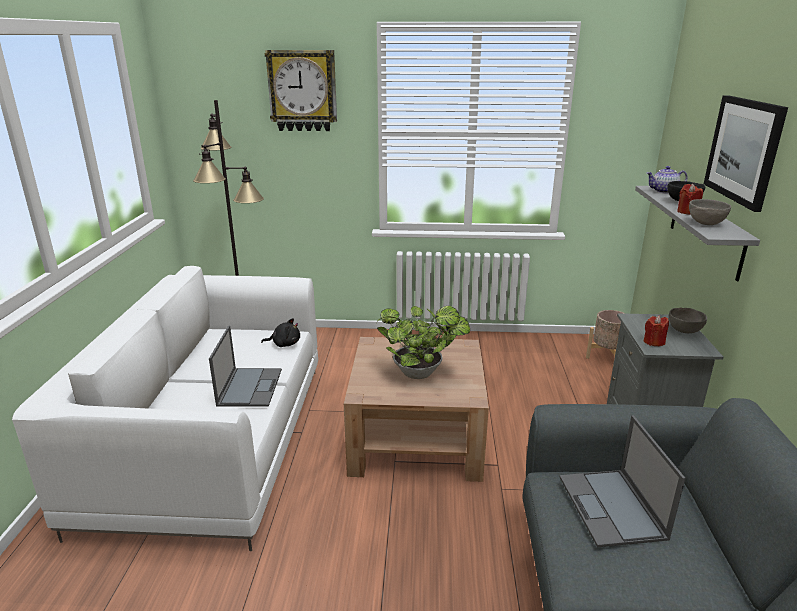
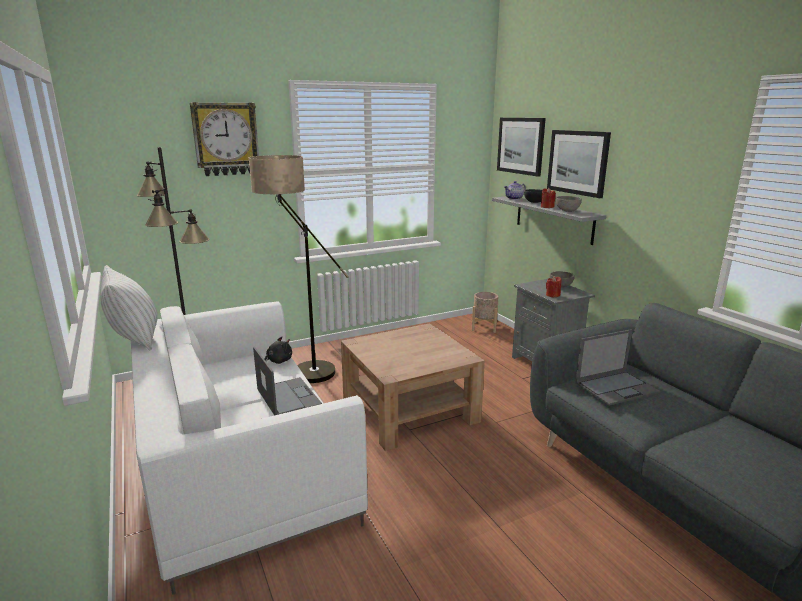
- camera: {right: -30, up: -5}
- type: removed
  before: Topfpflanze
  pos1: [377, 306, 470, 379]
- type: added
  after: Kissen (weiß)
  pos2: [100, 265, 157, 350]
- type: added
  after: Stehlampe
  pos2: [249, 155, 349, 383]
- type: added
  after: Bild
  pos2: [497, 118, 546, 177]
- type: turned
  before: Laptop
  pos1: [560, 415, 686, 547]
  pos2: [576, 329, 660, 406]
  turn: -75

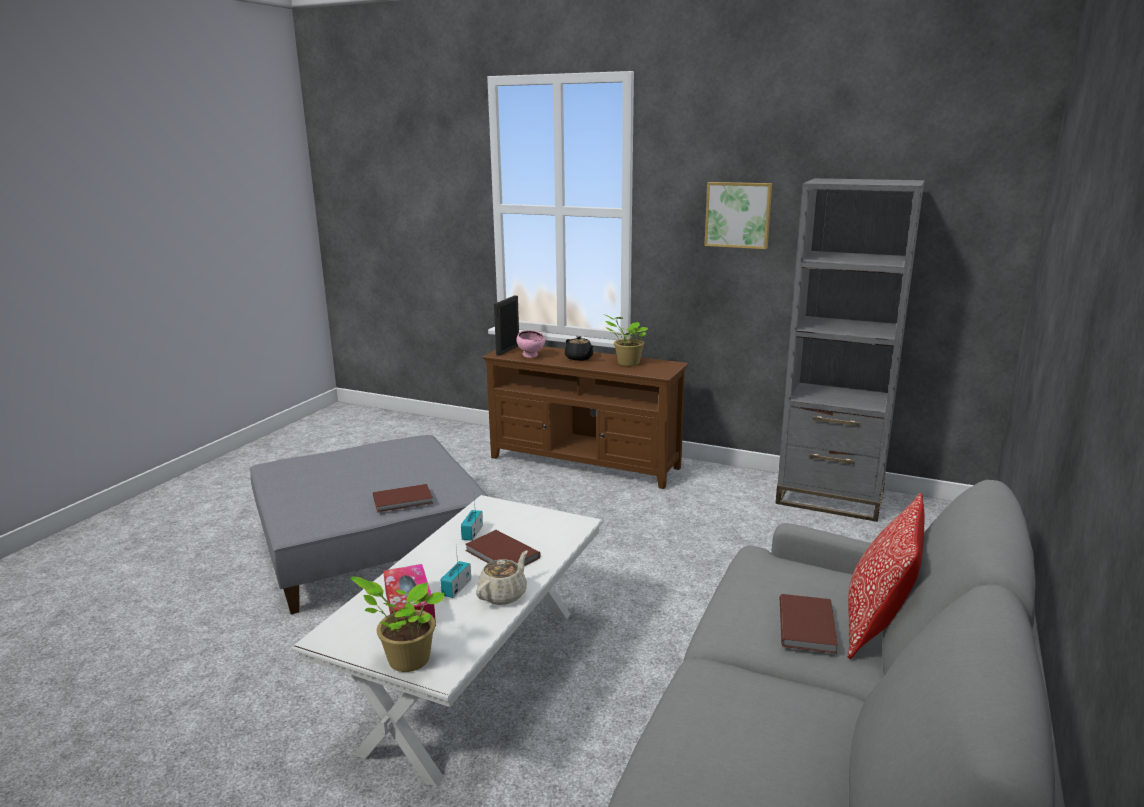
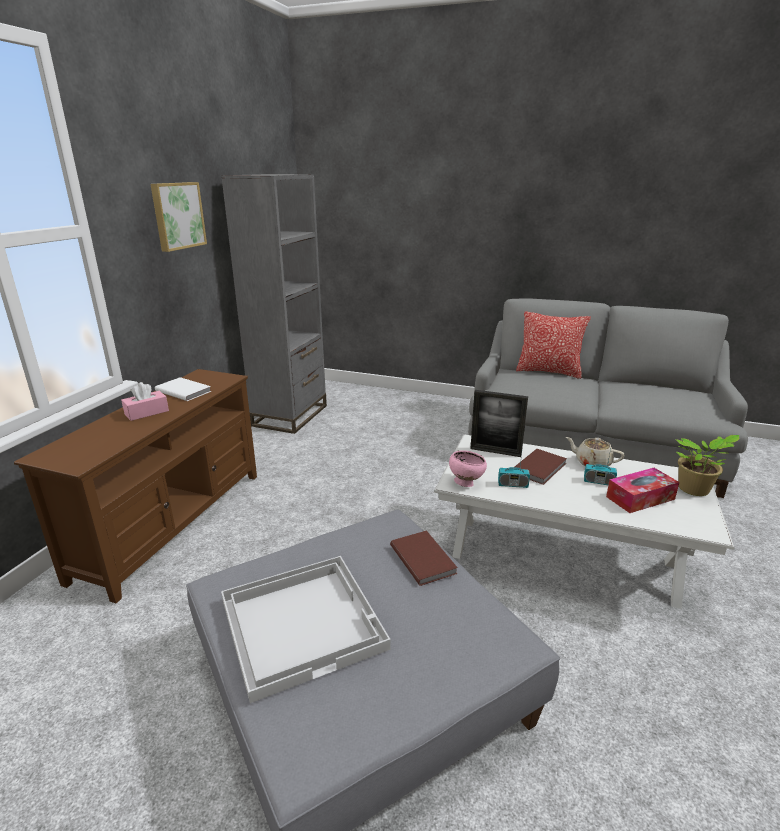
- camera: {right: -95, up: 5}
- type: removed
  before: Buch (braun)
  pos1: [780, 594, 838, 653]
- type: added
  after: Tablett (weiß)
  pos2: [221, 556, 391, 703]
- type: moved
  before: Bilderrahmen
  pos1: [494, 296, 519, 356]
  pos2: [470, 390, 528, 457]
- type: moved
  before: Schüssel (rosa)
  pos1: [517, 330, 545, 358]
  pos2: [449, 450, 487, 487]
- type: replaced
  before: Teekanne (schwarz)
  after: Taschentuchbox (rosa)
  pos1: [565, 336, 594, 361]
  pos2: [121, 382, 169, 421]
- type: replaced
  before: Topfpflanze
  after: Buch (weiß)
  pos1: [603, 314, 648, 366]
  pos2: [155, 377, 212, 401]

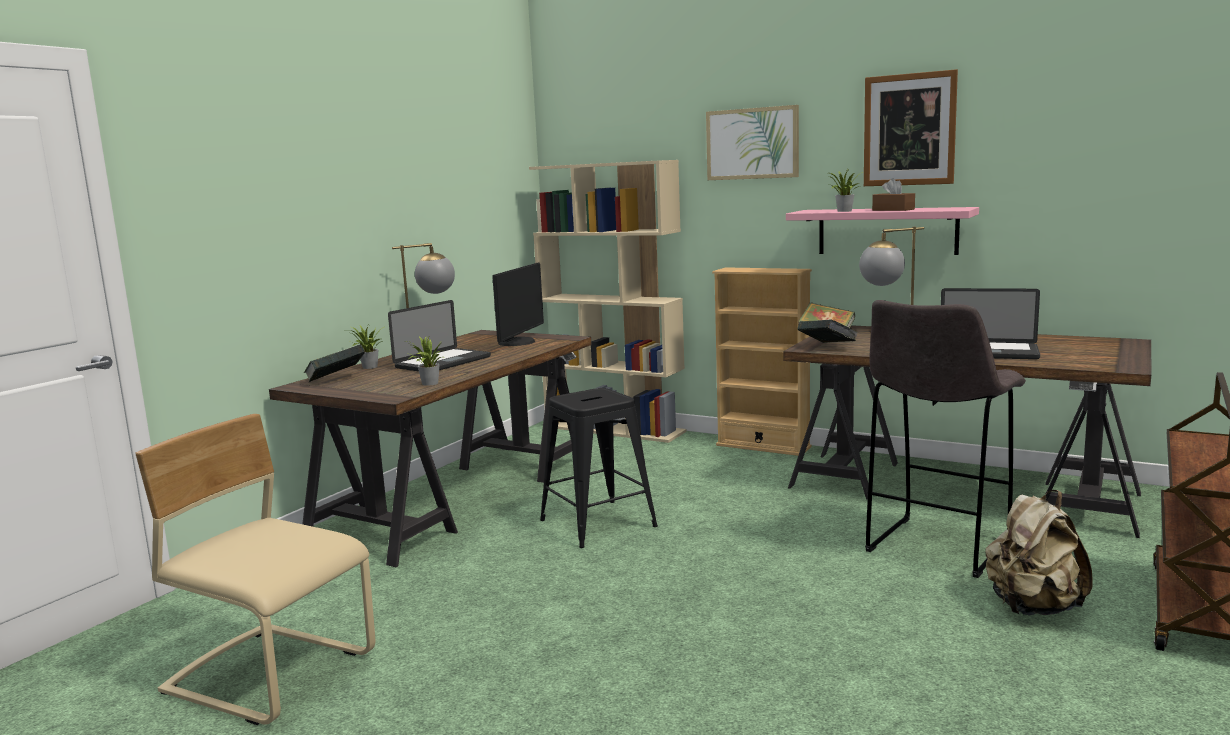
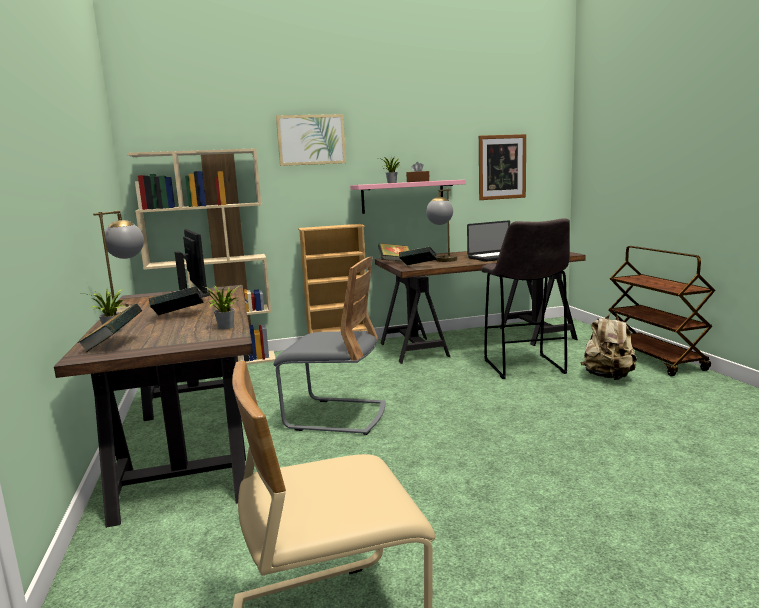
- camera: {right: -45, up: 0}
- type: moved
  before: Bild
  pos1: [864, 69, 958, 186]
  pos2: [479, 134, 526, 200]
- type: replaced
  before: Laptop
  after: Buch
  pos1: [388, 300, 491, 372]
  pos2: [148, 286, 203, 316]
- type: replaced
  before: Hocker (schwarz)
  after: Stuhl (grau)
  pos1: [540, 388, 658, 548]
  pos2: [273, 257, 386, 435]

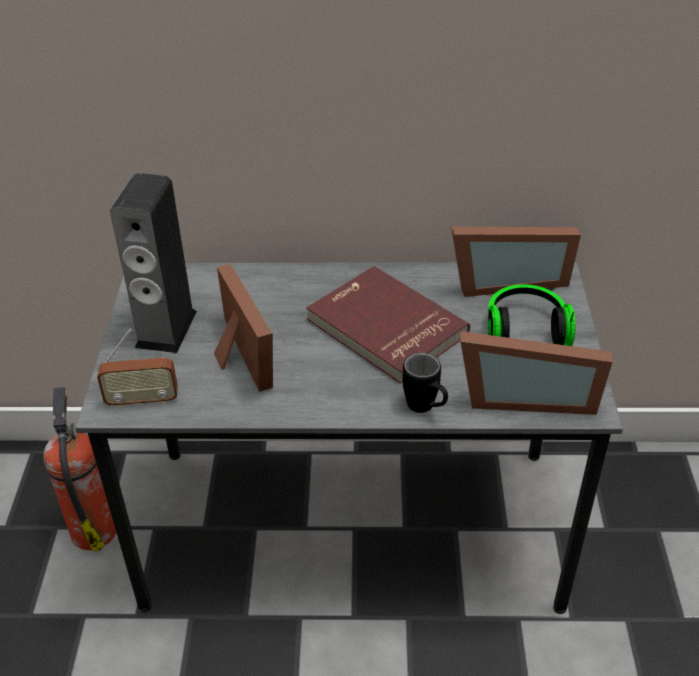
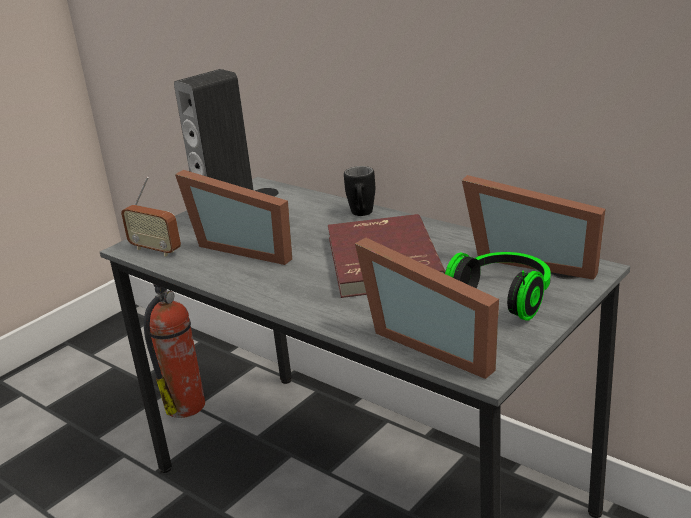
- camera: {right: 40, up: -15}
- type: moved
  before: Henkelbecher (schwarz)
  pos1: [402, 353, 448, 413]
  pos2: [344, 166, 375, 216]
- type: turned
  before: Bilderrahmen
  pos1: [214, 264, 273, 392]
  pos2: [175, 170, 292, 265]
  turn: 105

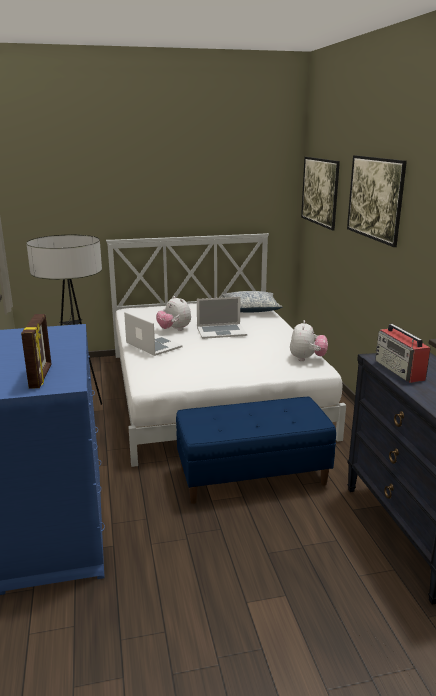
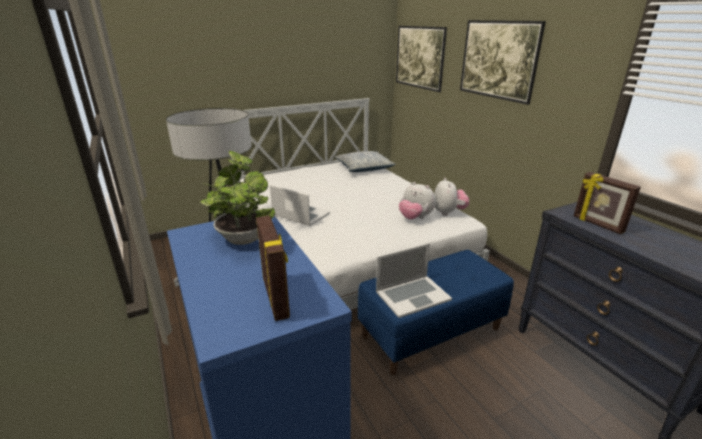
- camera: {right: -15, up: 5}
- type: added
  after: Topfpflanze
  pos2: [200, 151, 275, 245]
- type: moved
  before: Plüschtier
  pos1: [156, 296, 191, 331]
  pos2: [399, 182, 436, 220]
- type: moved
  before: Laptop
  pos1: [197, 297, 247, 339]
  pos2: [376, 243, 452, 318]
- type: replaced
  before: Radio
  after: Bilderrahmen
  pos1: [375, 324, 431, 383]
  pos2: [574, 172, 641, 234]

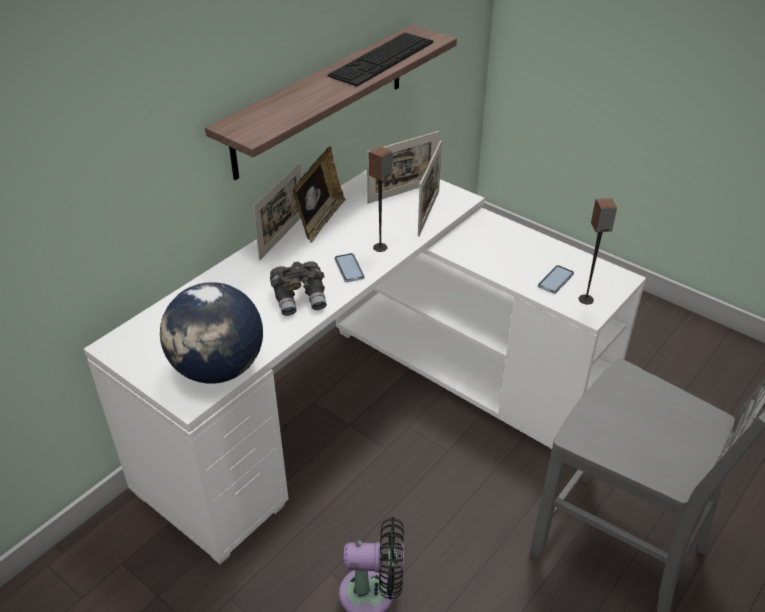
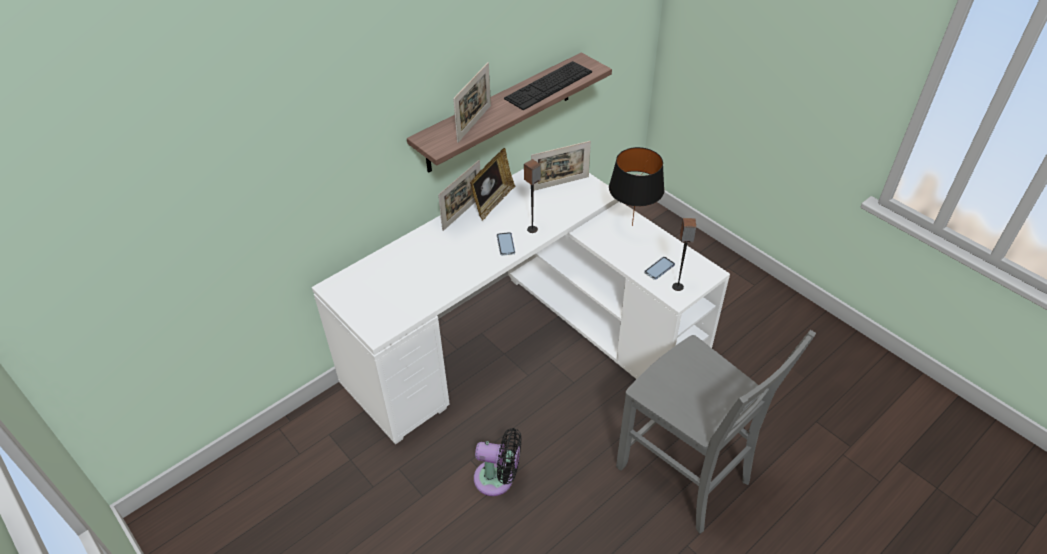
- camera: {right: 10, up: 5}
- type: removed
  before: Globus
  pos1: [160, 282, 263, 384]
- type: removed
  before: Fernglas (grau)
  pos1: [270, 261, 327, 316]
- type: added
  after: Tischlampe (schwarz)
  pos2: [609, 147, 664, 226]
- type: moved
  before: Bilderrahmen
  pos1: [418, 140, 442, 237]
  pos2: [453, 62, 491, 143]

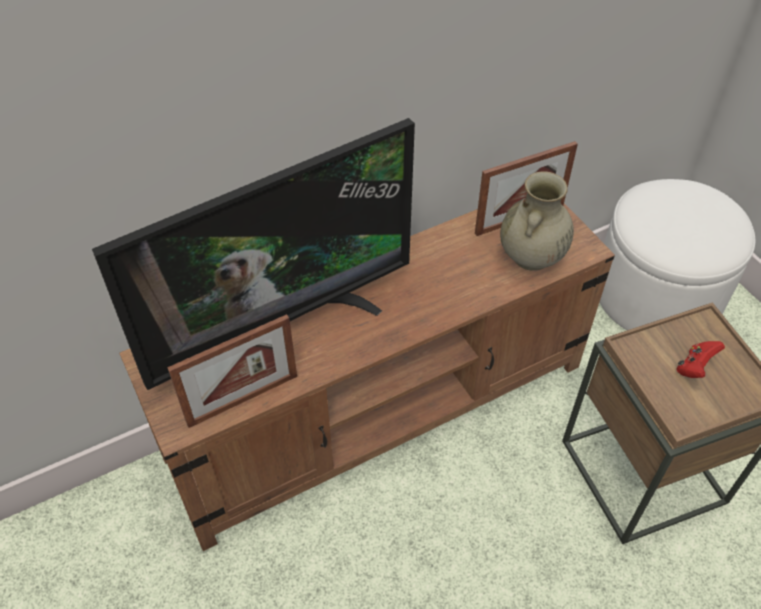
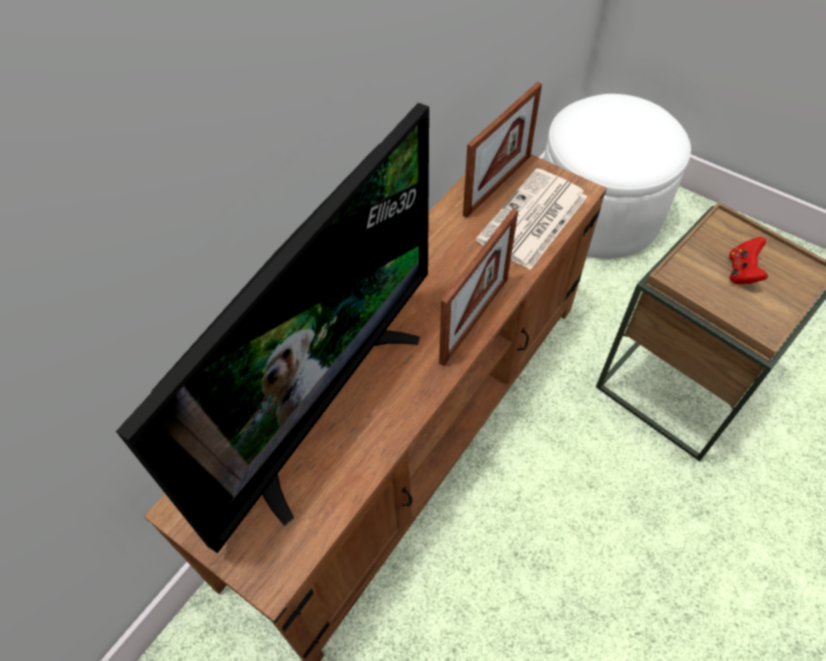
- camera: {right: -25, up: 5}
- type: moved
  before: Bilderrahmen
  pos1: [167, 314, 297, 428]
  pos2: [439, 209, 518, 366]
- type: replaced
  before: Vase (beige)
  after: Zeitung
  pos1: [500, 171, 574, 271]
  pos2: [476, 168, 588, 270]

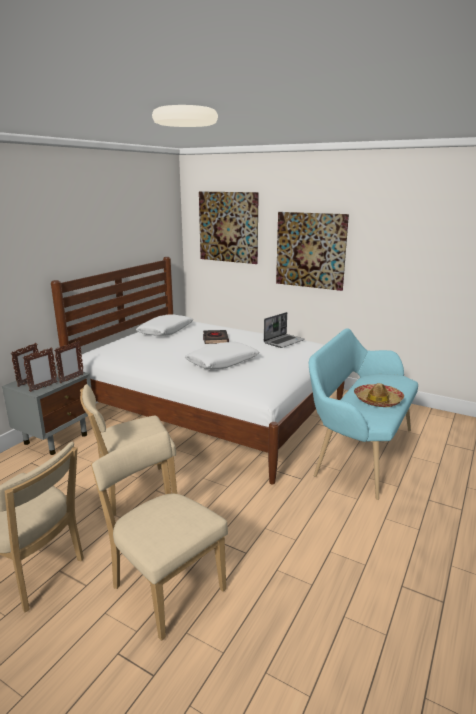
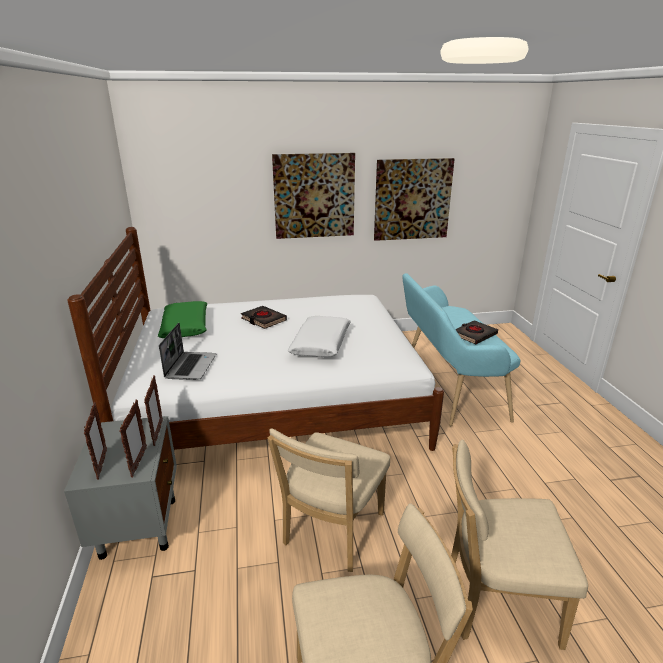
- camera: {right: -40, up: 5}
- type: moved
  before: Bild
  pos1: [199, 192, 259, 264]
  pos2: [374, 158, 455, 241]
- type: moved
  before: Laptop
  pos1: [264, 312, 305, 348]
  pos2: [159, 323, 216, 380]
- type: replaced
  before: Hut
  after: Buch (schwarz)
  pos1: [354, 383, 404, 407]
  pos2: [455, 320, 498, 344]
- type: recoloured
  before: Kissen (weiß)
  after: Kissen (grün)
  pos1: [136, 314, 194, 336]
  pos2: [158, 301, 207, 338]

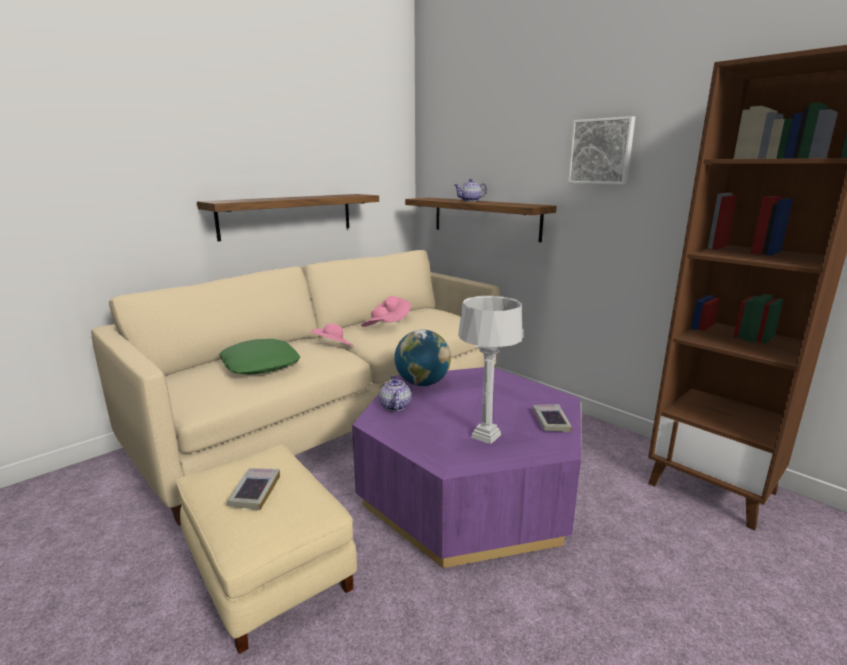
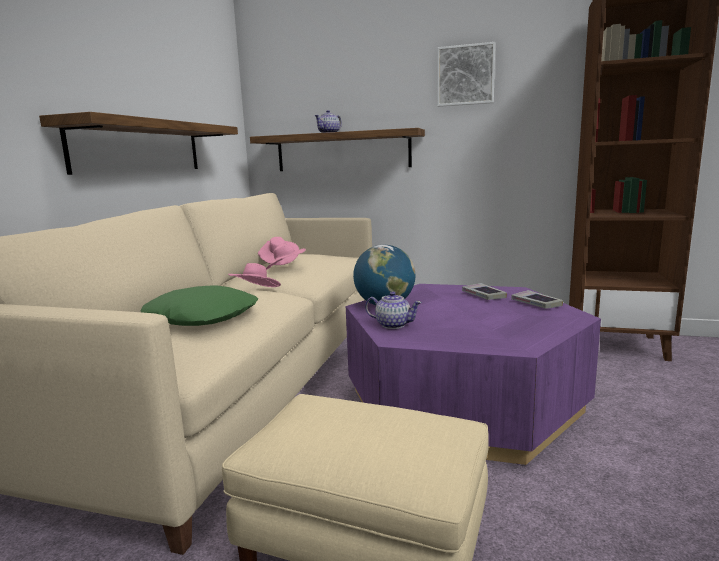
- camera: {right: -30, up: -5}
- type: removed
  before: Tischlampe (grau)
  pos1: [458, 296, 523, 444]
- type: moved
  before: Buch
  pos1: [227, 468, 280, 510]
  pos2: [462, 283, 507, 300]
- type: turned
  before: Teekanne
  pos1: [379, 375, 411, 411]
  pos2: [365, 292, 422, 329]
  turn: 150

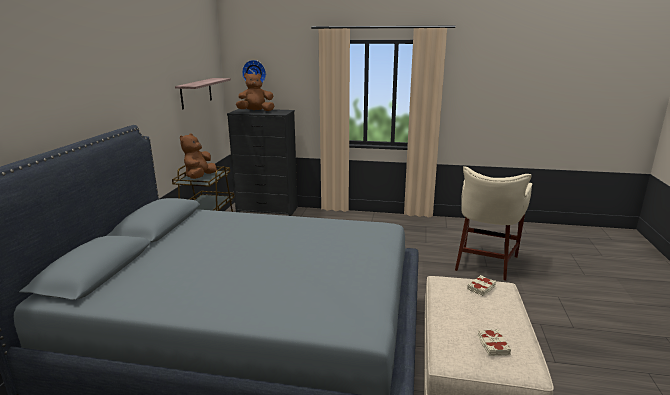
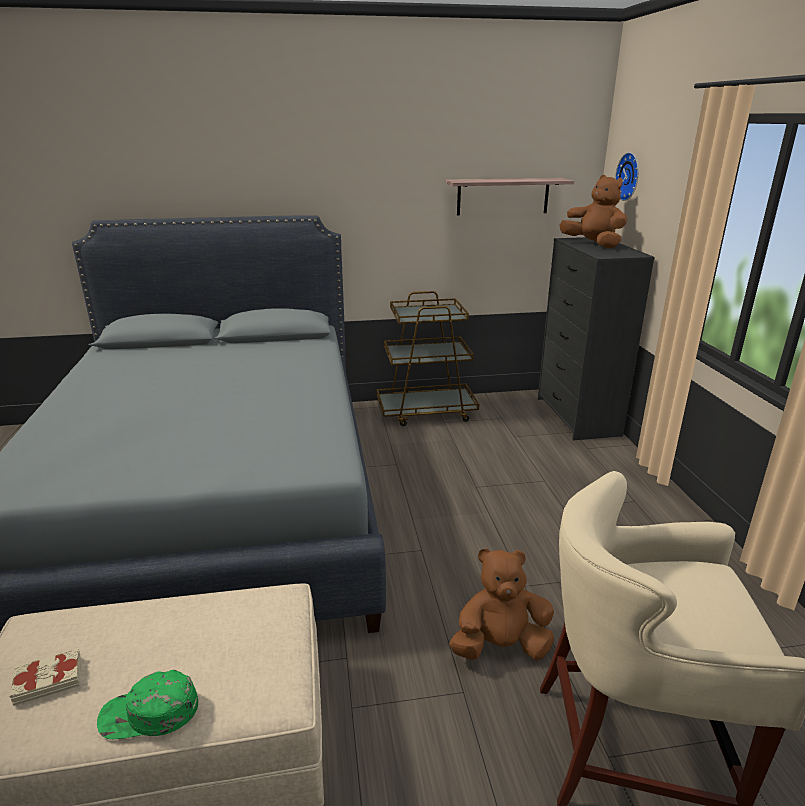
- camera: {right: 70, up: 5}
- type: removed
  before: Buch (beige)
  pos1: [467, 275, 496, 296]
- type: added
  after: Kappe (grün)
  pos2: [97, 670, 198, 739]
- type: moved
  before: Plüschtier (braun)
  pos1: [180, 133, 217, 179]
  pos2: [449, 548, 554, 661]

